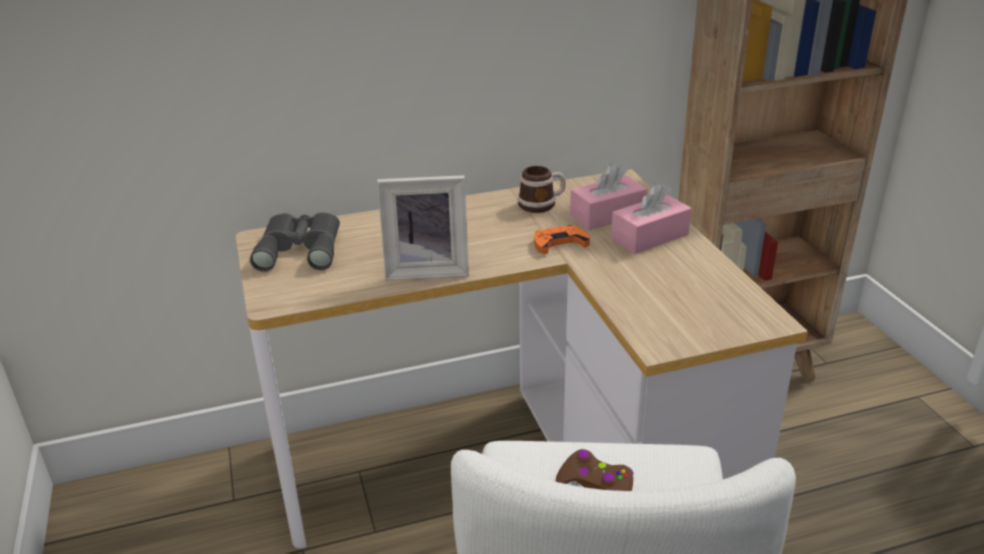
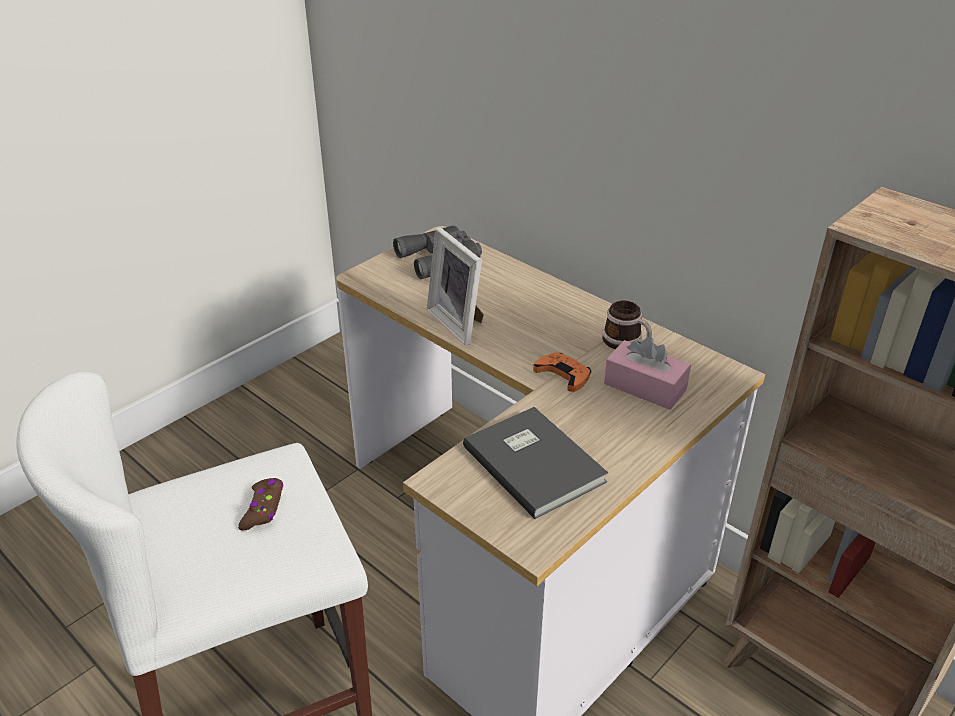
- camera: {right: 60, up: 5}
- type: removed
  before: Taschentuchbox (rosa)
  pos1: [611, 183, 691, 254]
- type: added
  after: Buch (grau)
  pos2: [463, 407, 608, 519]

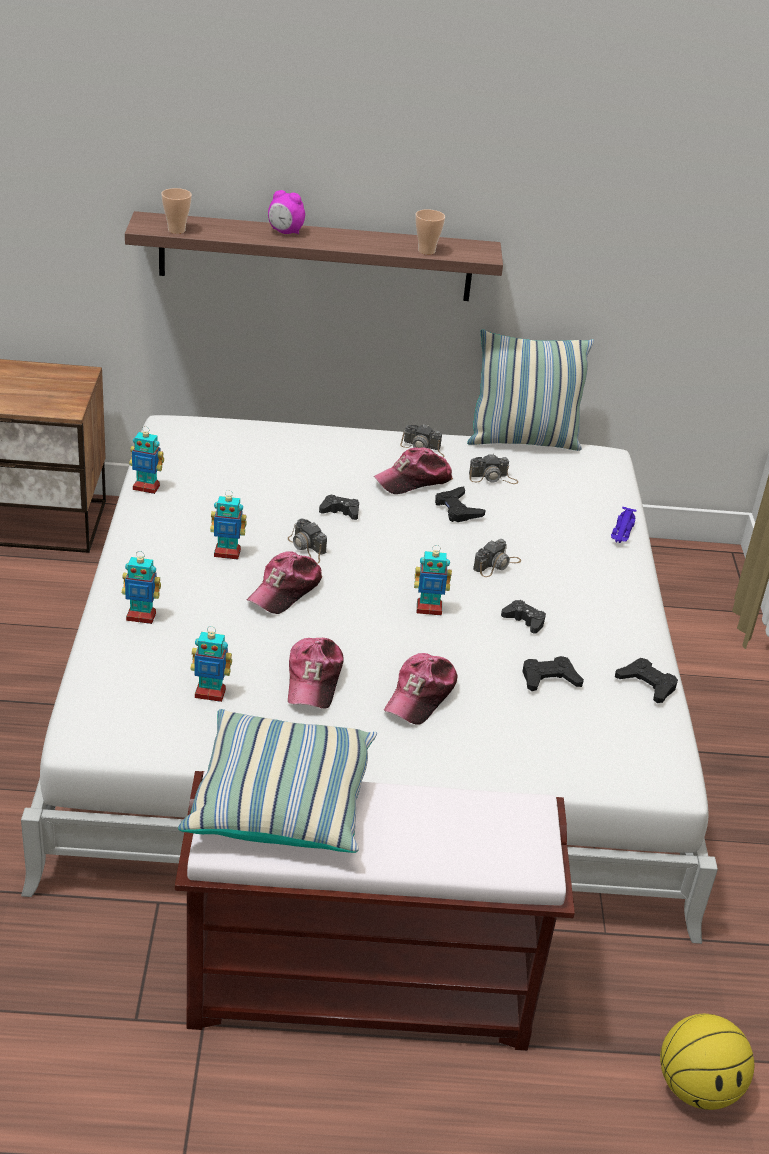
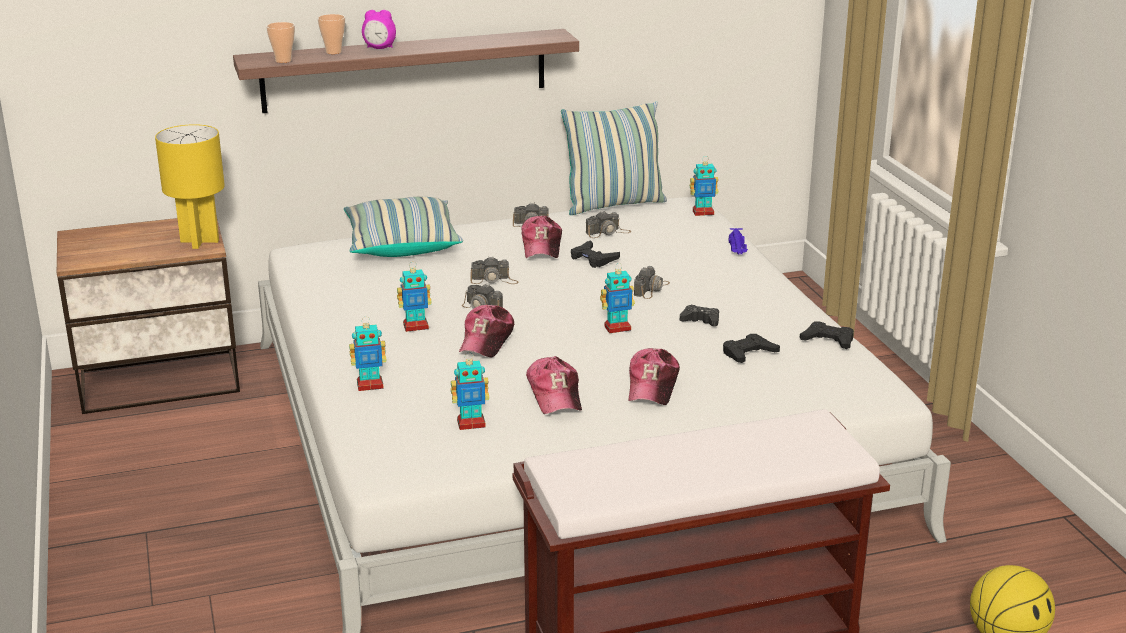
- camera: {right: -15, up: -10}
- type: added
  after: Tischlampe (gelb)
  pos2: [155, 124, 225, 249]
- type: moved
  before: Spielzeugroboter
  pos1: [129, 426, 164, 494]
  pos2: [690, 156, 718, 216]
- type: moved
  before: Kissen
  pos1: [178, 709, 377, 853]
  pos2: [344, 197, 463, 257]
- type: moved
  before: Tasse
  pos1: [415, 209, 445, 255]
  pos2: [318, 14, 345, 54]
- type: replaced
  before: Gamepad (schwarz)
  after: Kamera
  pos1: [319, 494, 359, 520]
  pos2: [470, 257, 518, 284]
- type: turned
  before: Kappe
  pos1: [374, 447, 453, 494]
  pos2: [521, 216, 562, 258]
  turn: -45

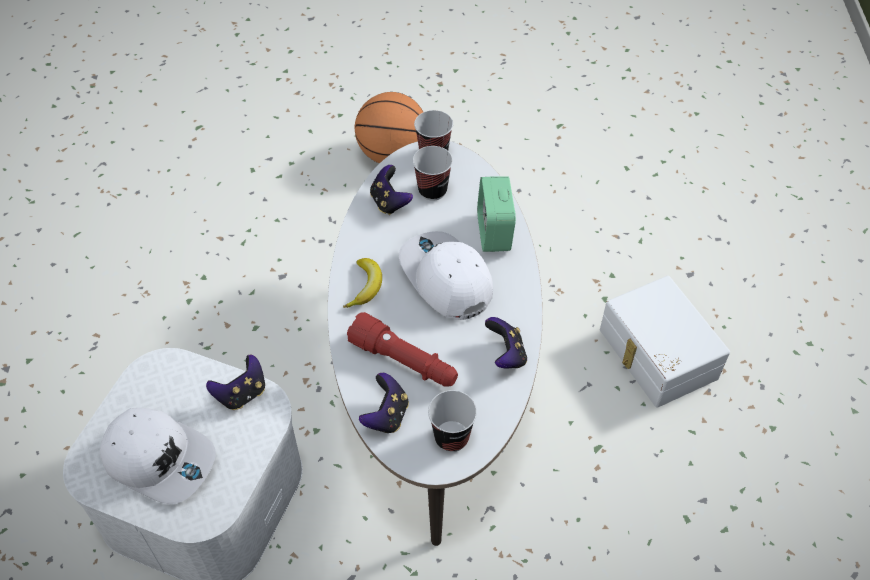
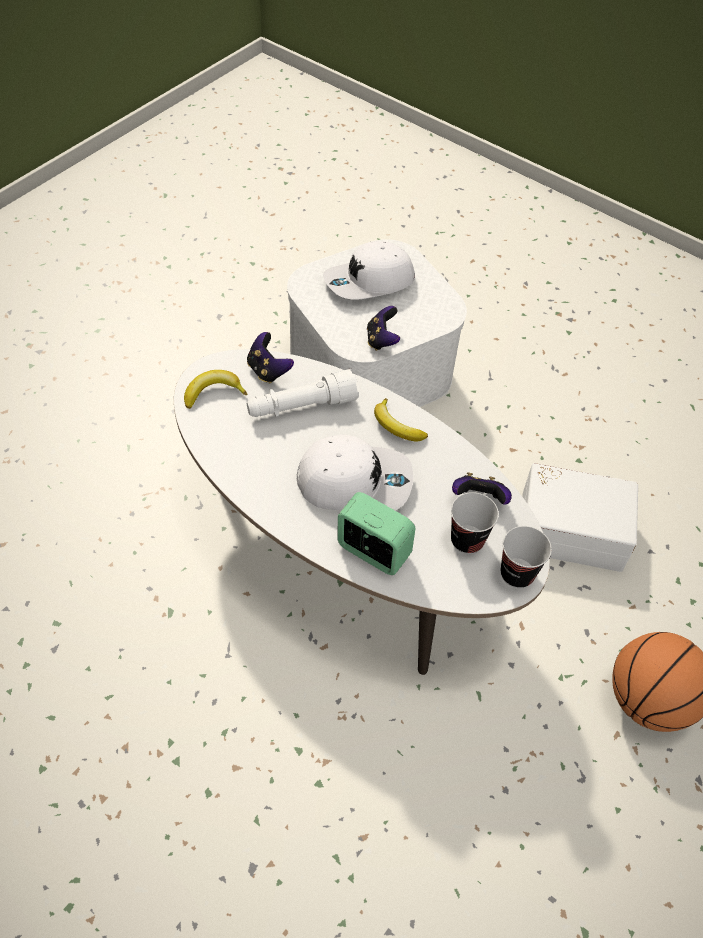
- camera: {right: 125, up: 0}
- type: removed
  before: Gamepad
  pos1: [485, 317, 527, 369]
- type: moved
  before: Aufbewahrungsbox (weiß)
  pos1: [600, 276, 730, 407]
  pos2: [522, 463, 638, 572]
- type: replaced
  before: Tasse
  after: Banane
  pos1: [428, 390, 477, 452]
  pos2: [184, 370, 247, 409]
- type: recoloured
  before: Taschenlampe (rot)
  after: Taschenlampe (weiß)
  pos1: [347, 312, 458, 387]
  pos2: [247, 369, 359, 417]

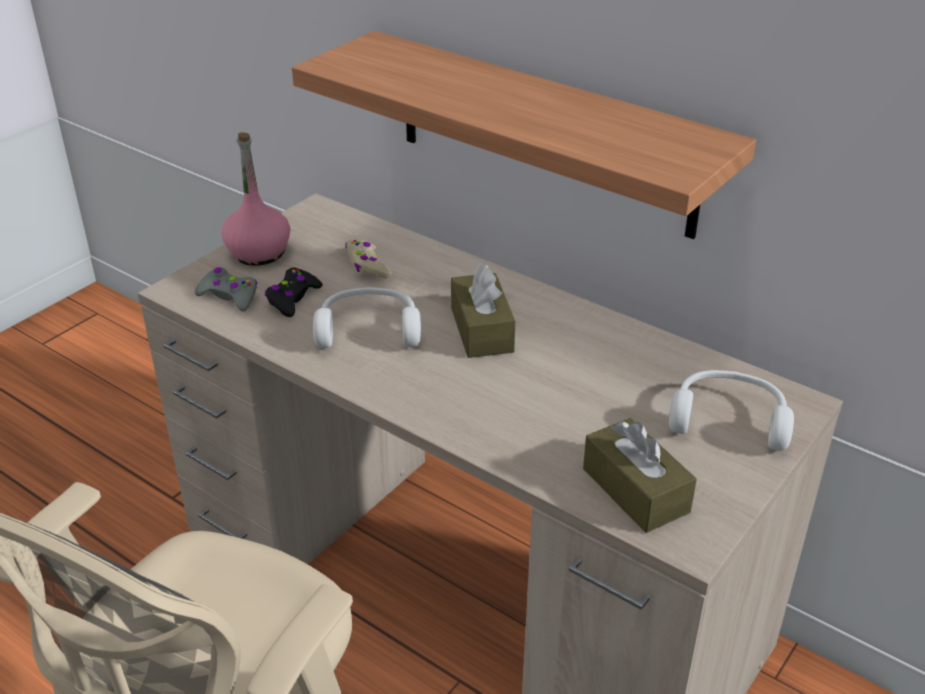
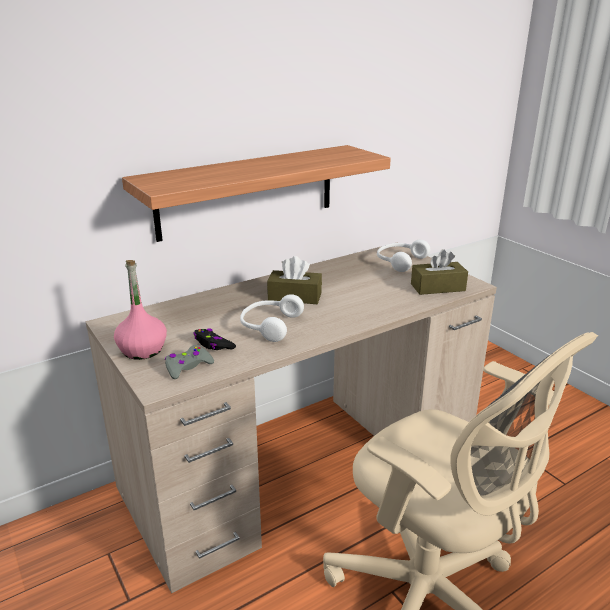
- camera: {right: -70, up: -10}
- type: removed
  before: Gamepad (beige)
  pos1: [345, 240, 391, 278]

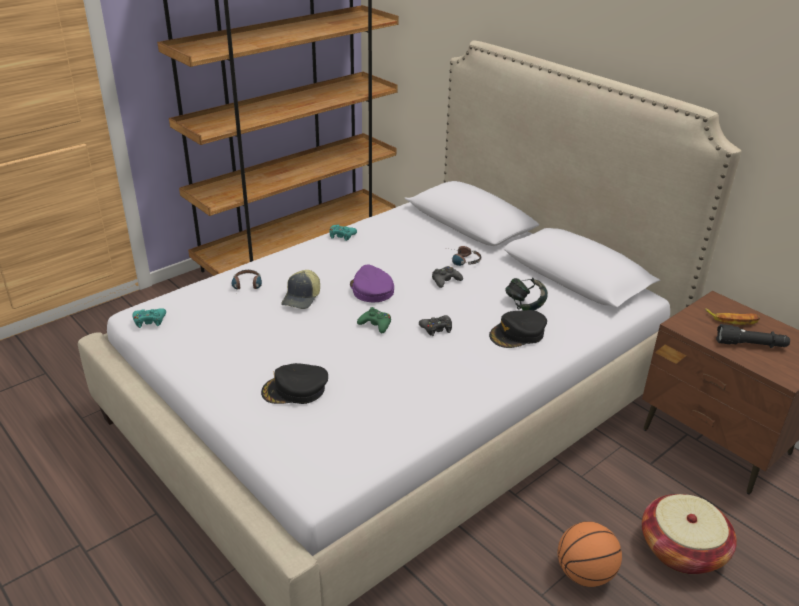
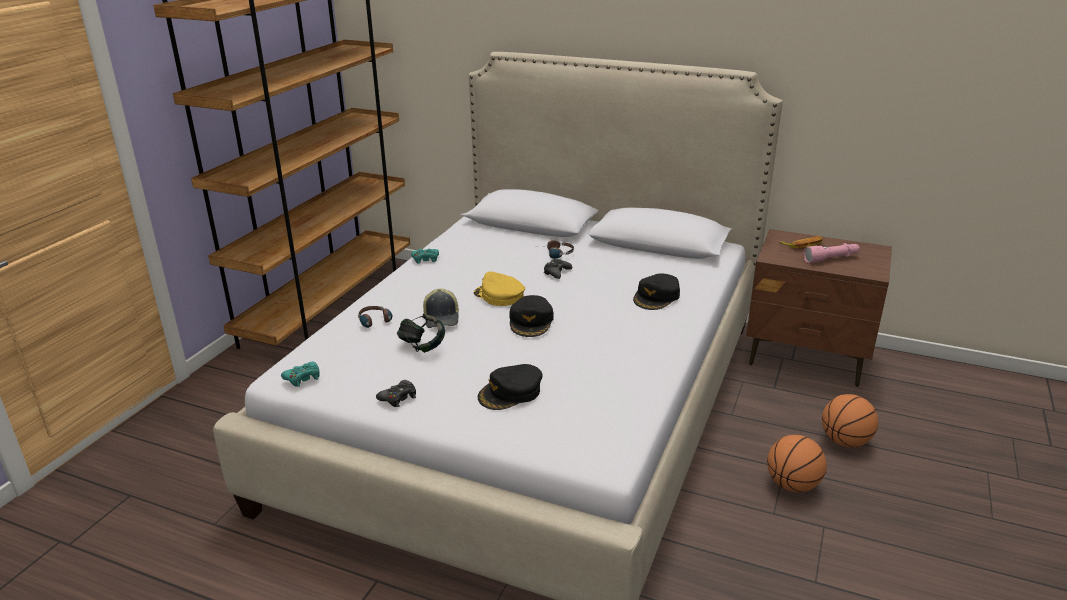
- camera: {right: -25, up: -5}
- type: moved
  before: Gamepad (schwarz)
  pos1: [419, 315, 452, 336]
  pos2: [376, 380, 416, 407]
- type: moved
  before: Kopfhörer
  pos1: [505, 277, 548, 310]
  pos2: [397, 314, 445, 353]
- type: replaced
  before: Gamepad (grün)
  after: Kappe (schwarz)
  pos1: [357, 307, 391, 333]
  pos2: [510, 295, 554, 337]
- type: replaced
  before: Korb
  after: Basketball
  pos1: [642, 494, 737, 574]
  pos2: [822, 394, 878, 447]
- type: recoloured
  before: Kappe (lila)
  after: Kappe (gelb)
  pos1: [350, 264, 394, 302]
  pos2: [473, 271, 525, 306]
- type: recoloured
  before: Taschenlampe (schwarz)
  after: Taschenlampe (rosa)
  pos1: [716, 324, 790, 348]
  pos2: [803, 243, 860, 263]

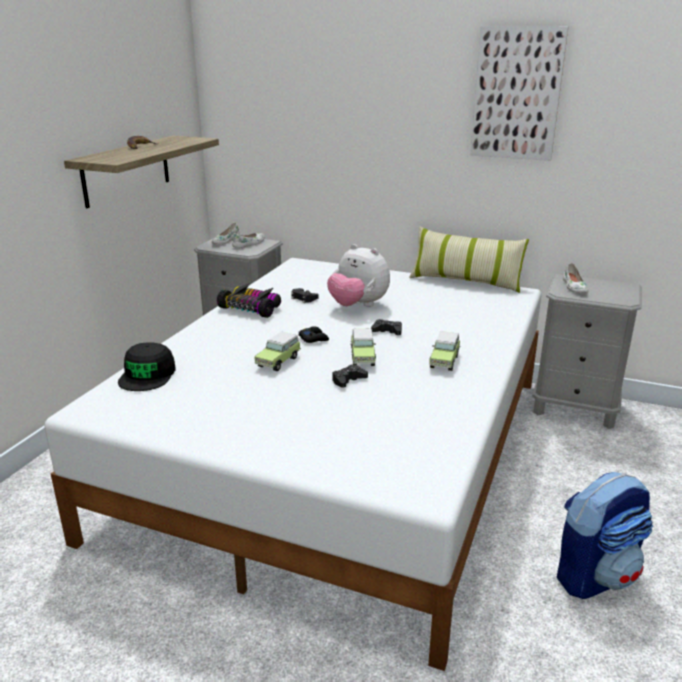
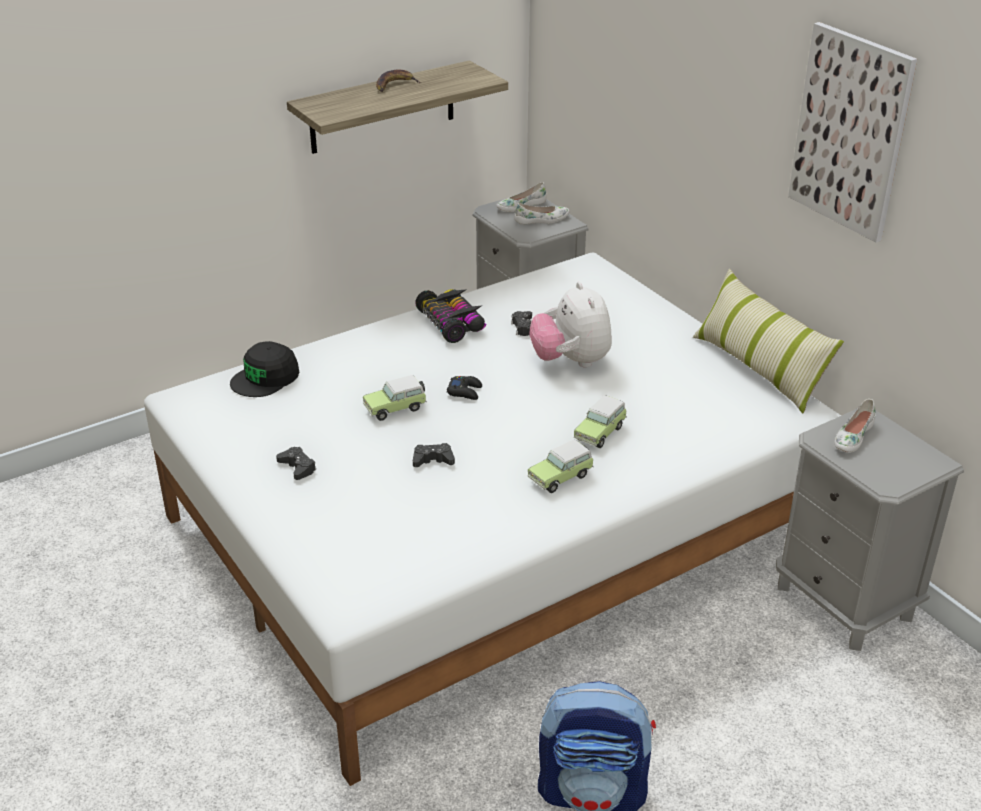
- camera: {right: 35, up: 10}
- type: moved
  before: Spielzeugauto
  pos1: [350, 329, 376, 366]
  pos2: [574, 395, 627, 448]
- type: moved
  before: Gamepad (schwarz)
  pos1: [371, 319, 402, 335]
  pos2: [276, 447, 316, 480]

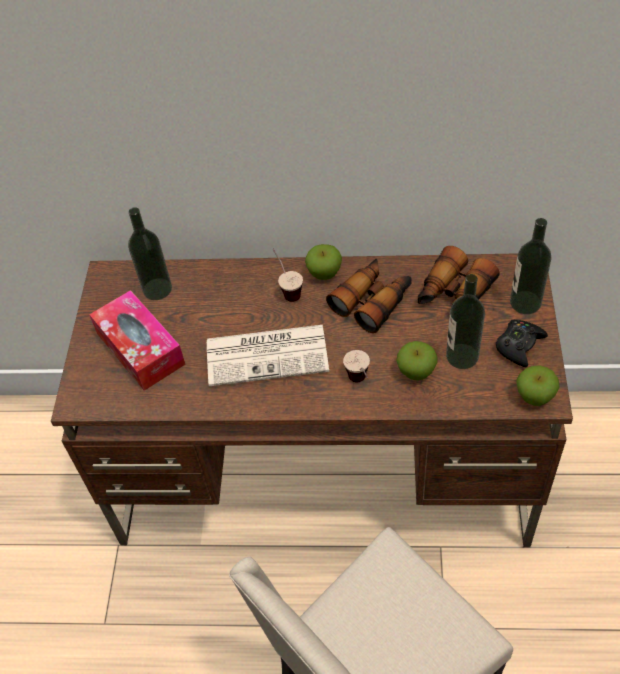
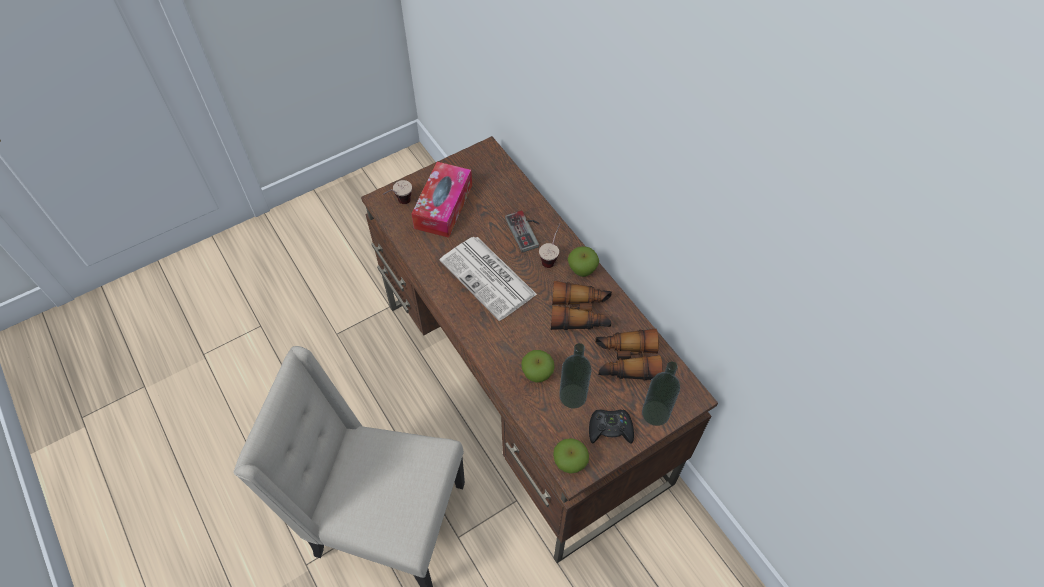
- camera: {right: 50, up: 5}
- type: removed
  before: Flasche
  pos1: [128, 207, 172, 300]
- type: added
  after: Gamepad
  pos2: [505, 210, 540, 253]
- type: moved
  before: Tasse
  pos1: [343, 350, 370, 382]
  pos2: [382, 180, 412, 204]

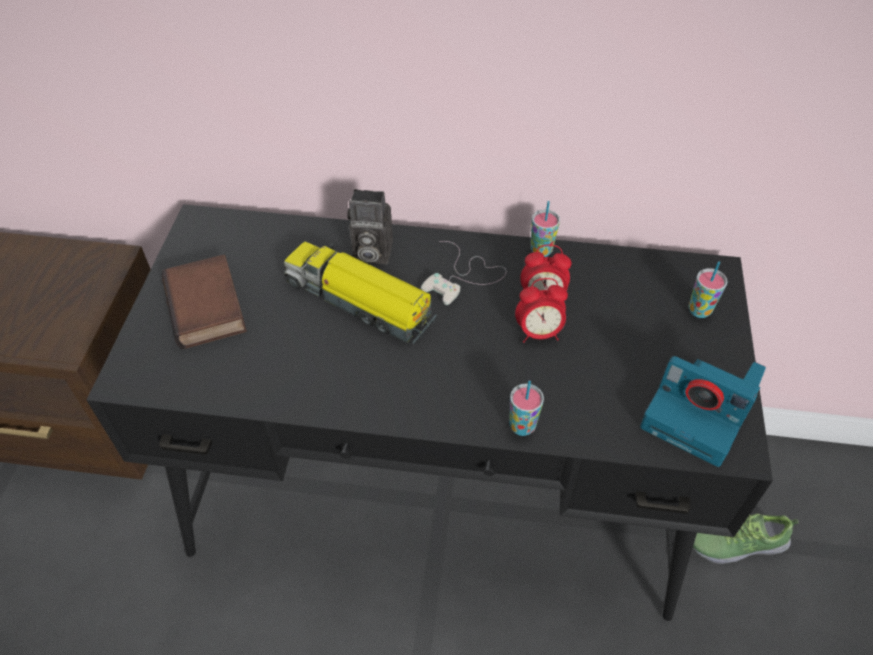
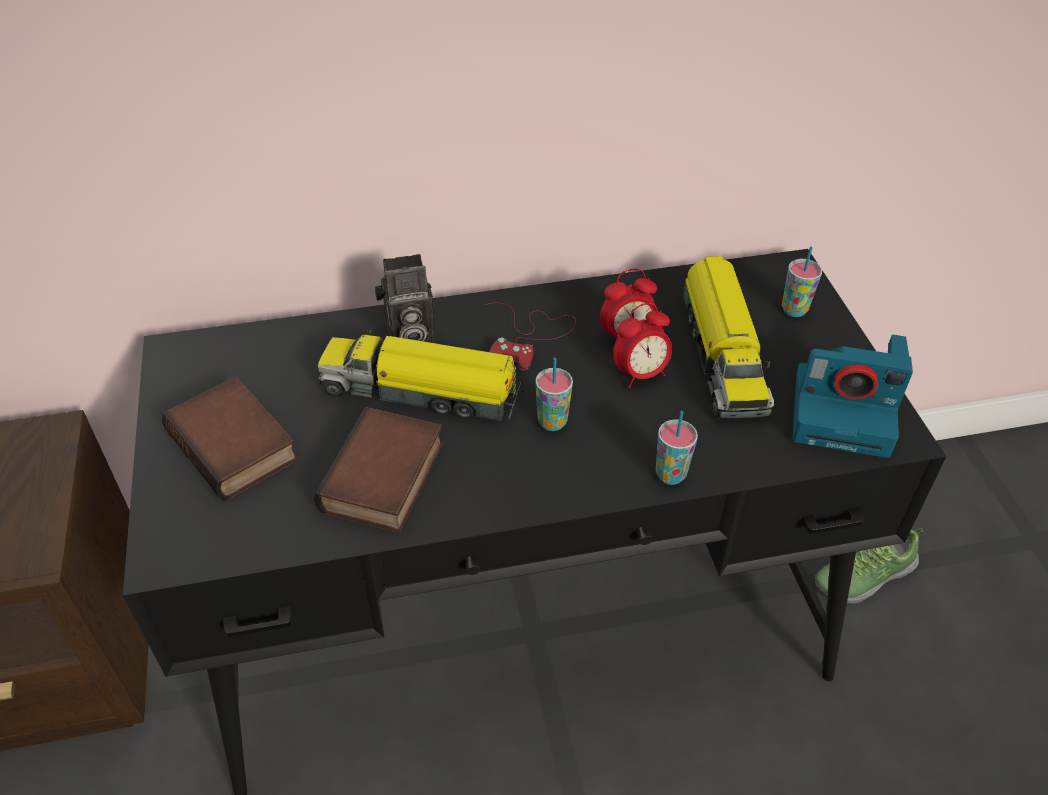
- camera: {right: -20, up: -5}
- type: added
  after: Buch
  pos2: [314, 407, 444, 533]
- type: added
  after: Spielzeuglaster
  pos2: [683, 256, 774, 419]
- type: moved
  before: Tasse
  pos1: [531, 201, 560, 257]
  pos2: [535, 358, 573, 431]
- type: recoloured
  before: Gamepad (weiß)
  after: Gamepad (rot)
  pos1: [421, 241, 506, 305]
  pos2: [485, 302, 576, 371]

